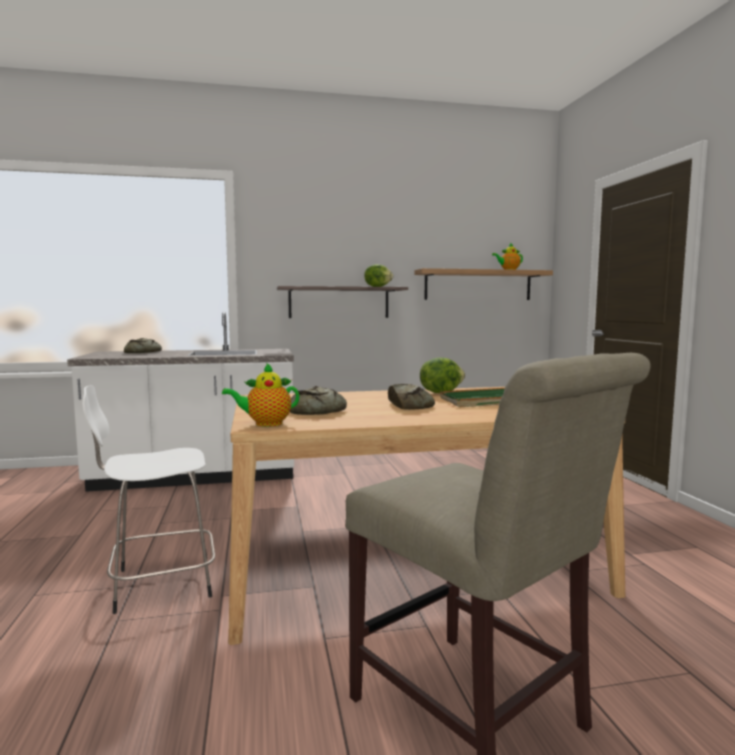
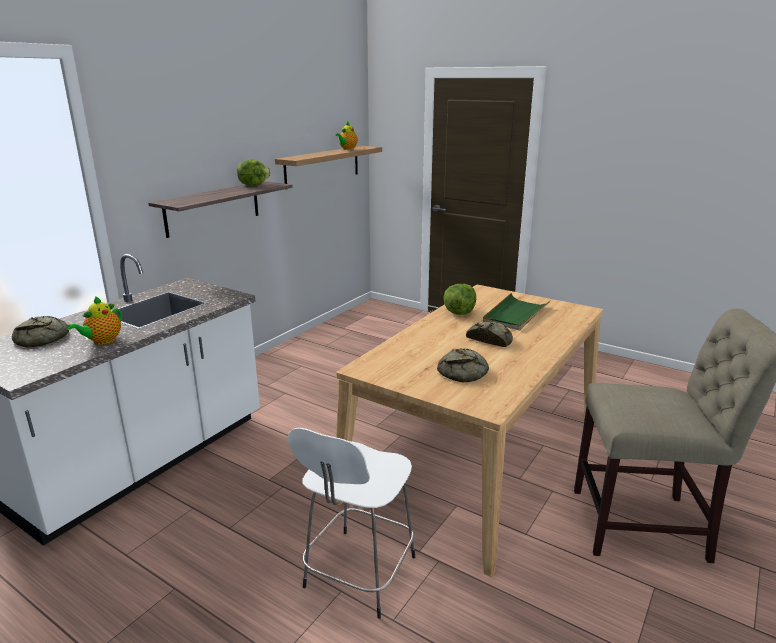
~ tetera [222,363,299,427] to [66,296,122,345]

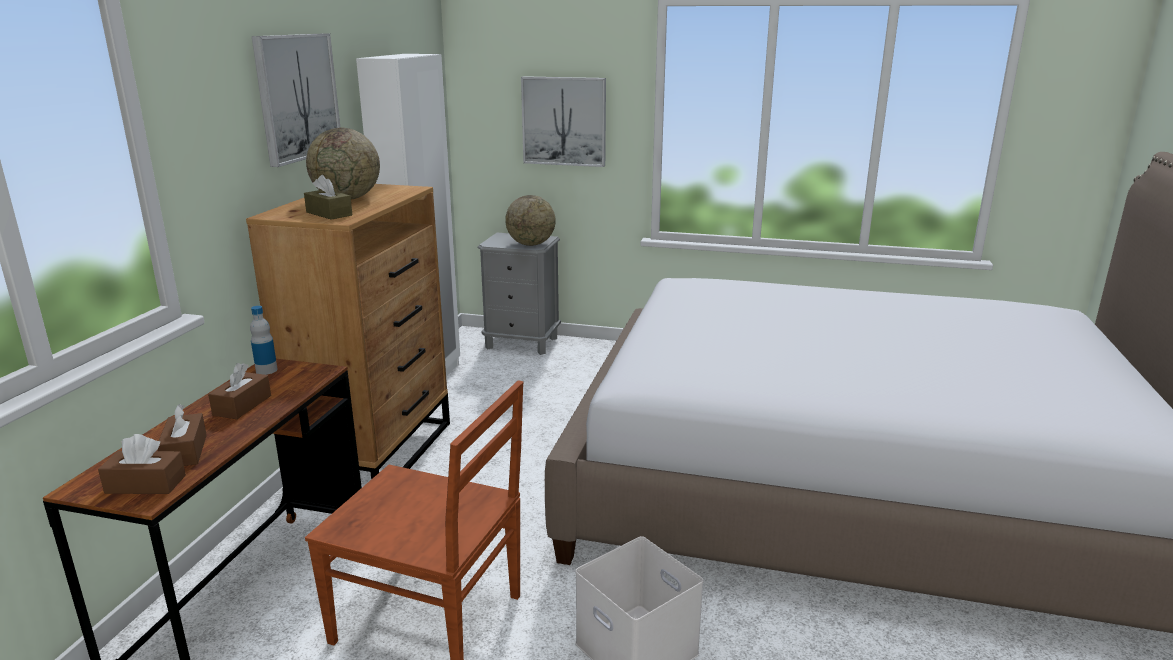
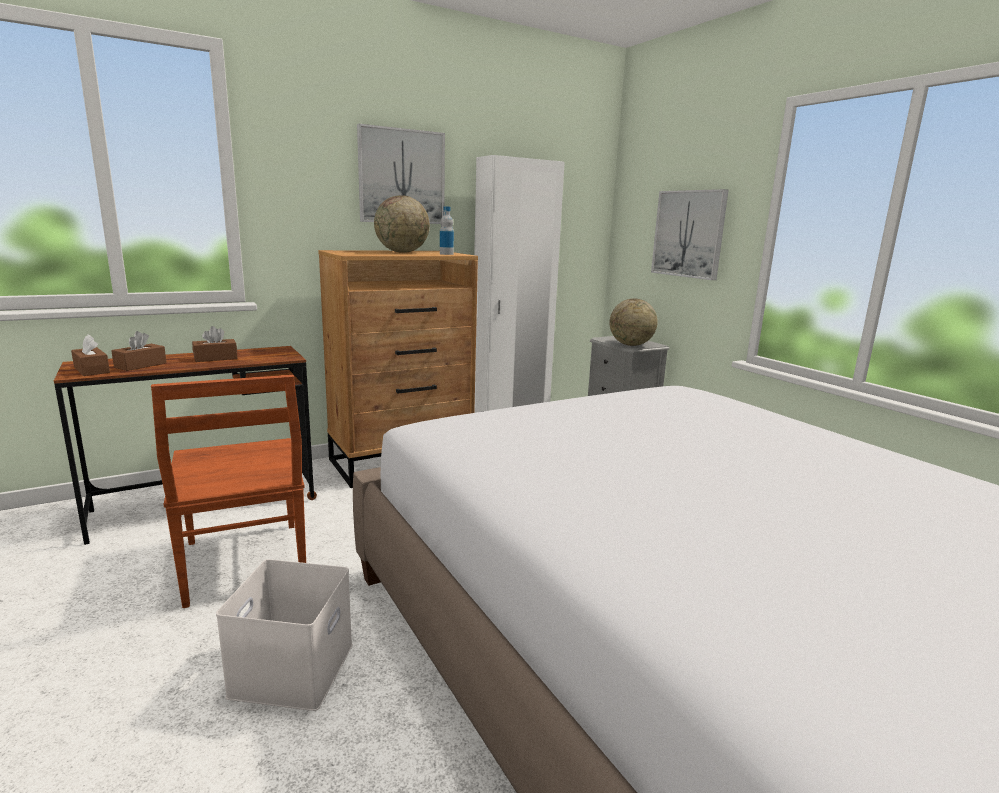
- caja de pañuelos/marrón [304,175,352,220]
~ botella [250,306,278,375] to [440,206,454,255]

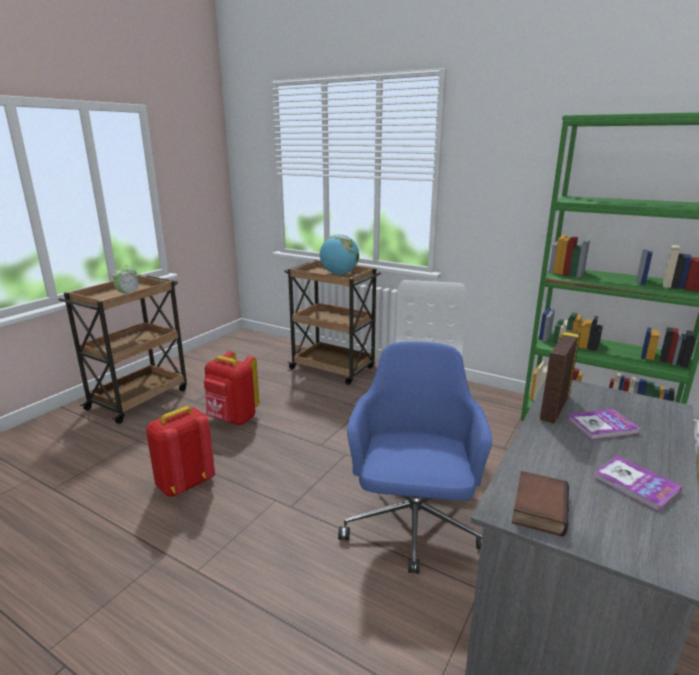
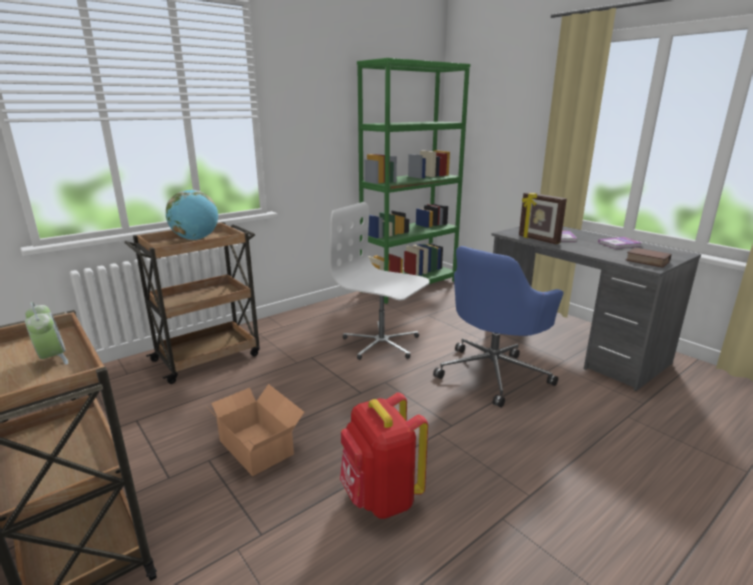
~ silla de oficina/azul [338,341,492,574] = [433,246,564,408] 75 degrees counterclockwise
~ mochila/rojo [204,351,259,425] to caja de cartón [206,384,304,476]

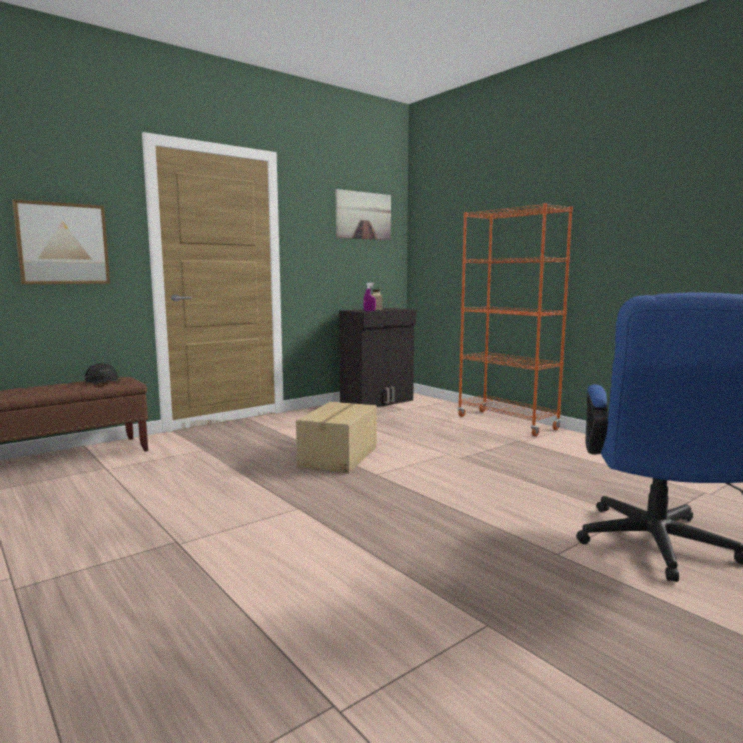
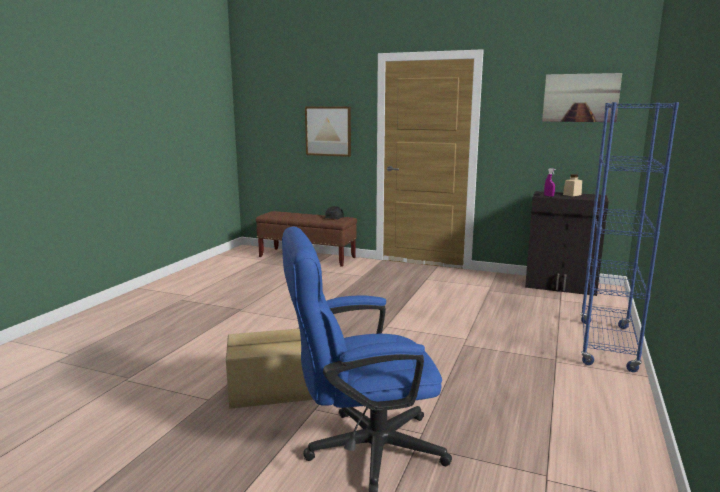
~ estantería/naranja [458,203,573,436] to estantería/azul [580,102,679,372]
~ caja de cartón [296,402,377,473] to [226,329,313,409]

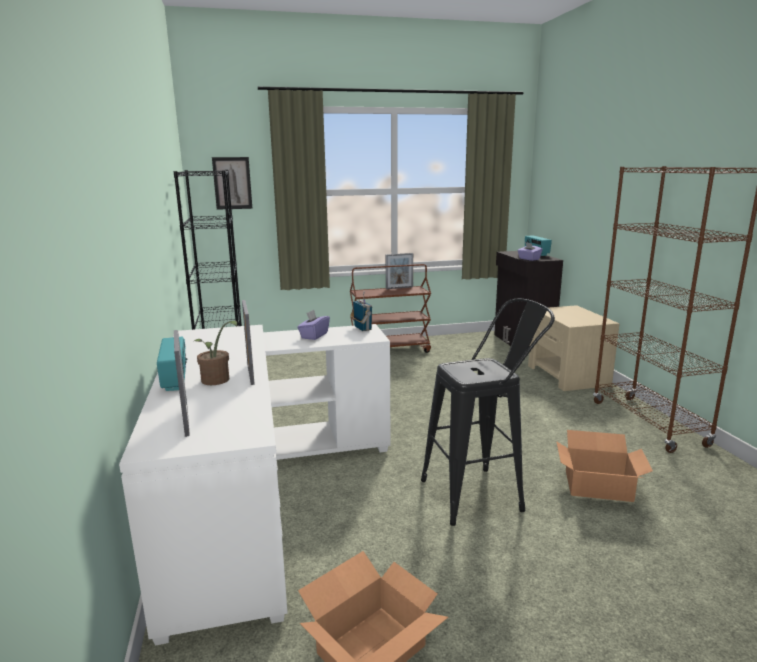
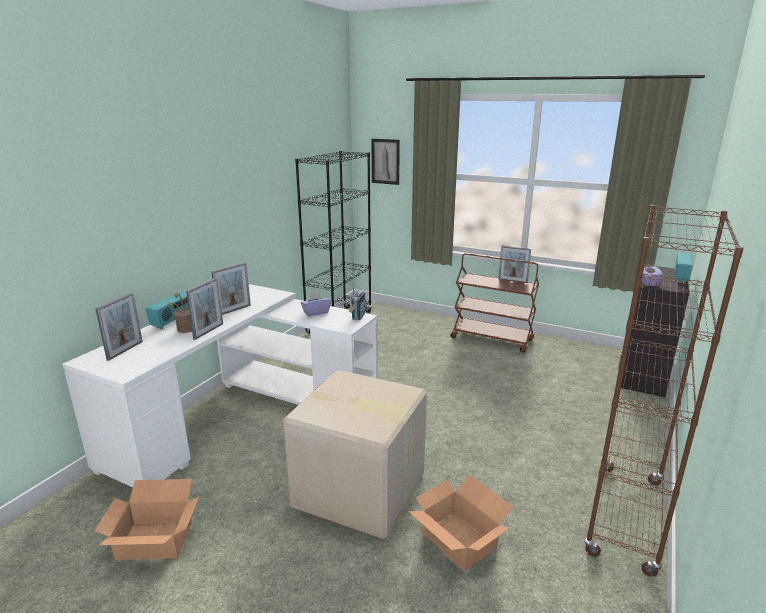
~ taburete/negro [421,299,555,526] to caja de cartón [283,370,427,539]
- mesita de noche/beis [528,305,620,391]
+ portarretratos [211,262,251,315]

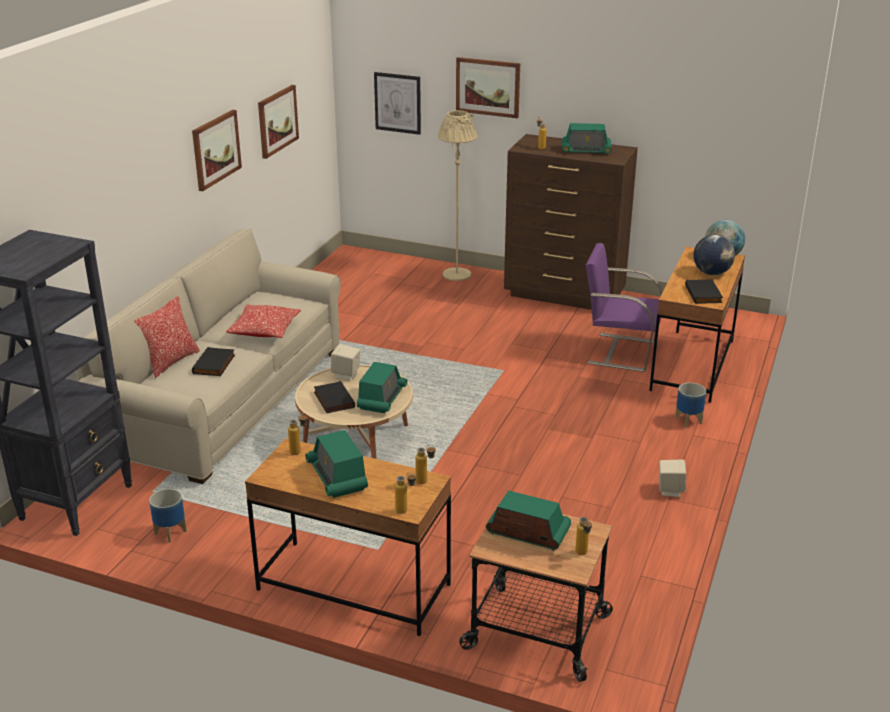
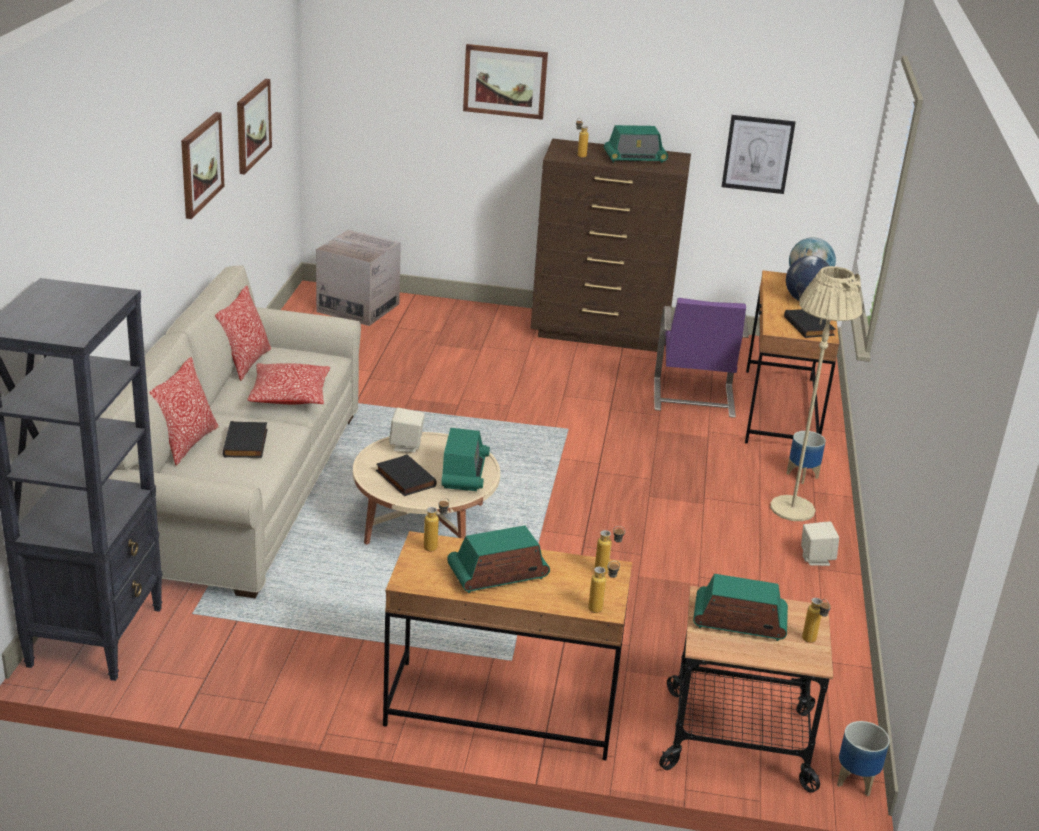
~ cuadro [374,72,421,135] to [722,115,796,194]
~ lámpara de pie/beis [438,110,477,281] to [770,266,863,521]
~ silla/morado [586,243,663,372] = [654,298,749,418] 90 degrees counterclockwise
~ radio [305,430,368,498] = [447,525,550,593] 105 degrees clockwise
~ maceta [149,489,187,543] to [837,721,890,796]
+ caja de cartón [316,230,401,326]
+ cojín [215,286,271,381]

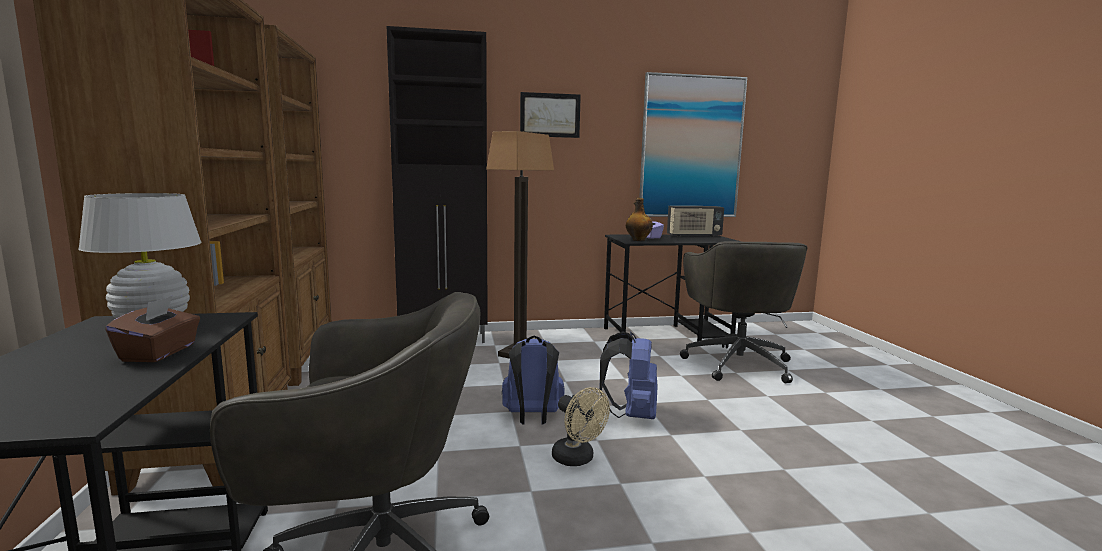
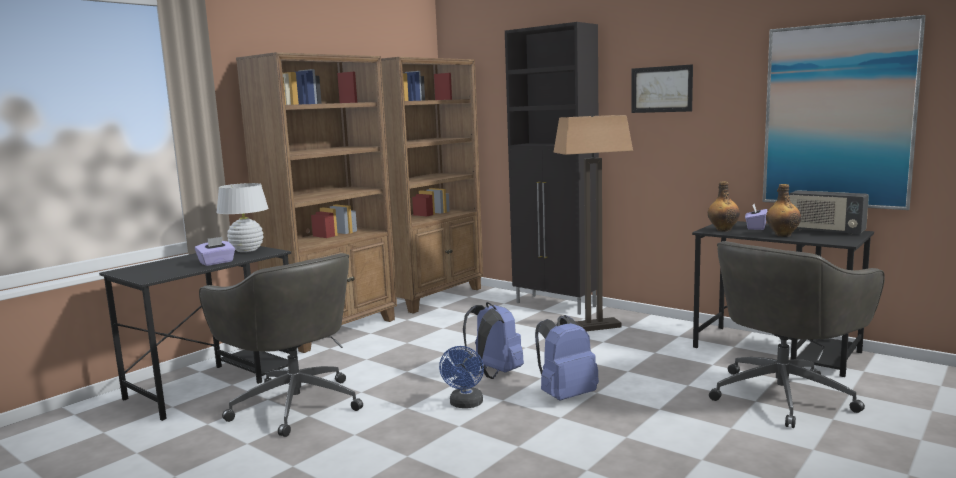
~ caja de pañuelos/marrón [105,295,200,362] to caja de pañuelos/morado [195,237,235,266]
~ ventilador/beis [552,387,610,466] to ventilador/azul [439,346,484,408]
+ botella [766,184,801,237]

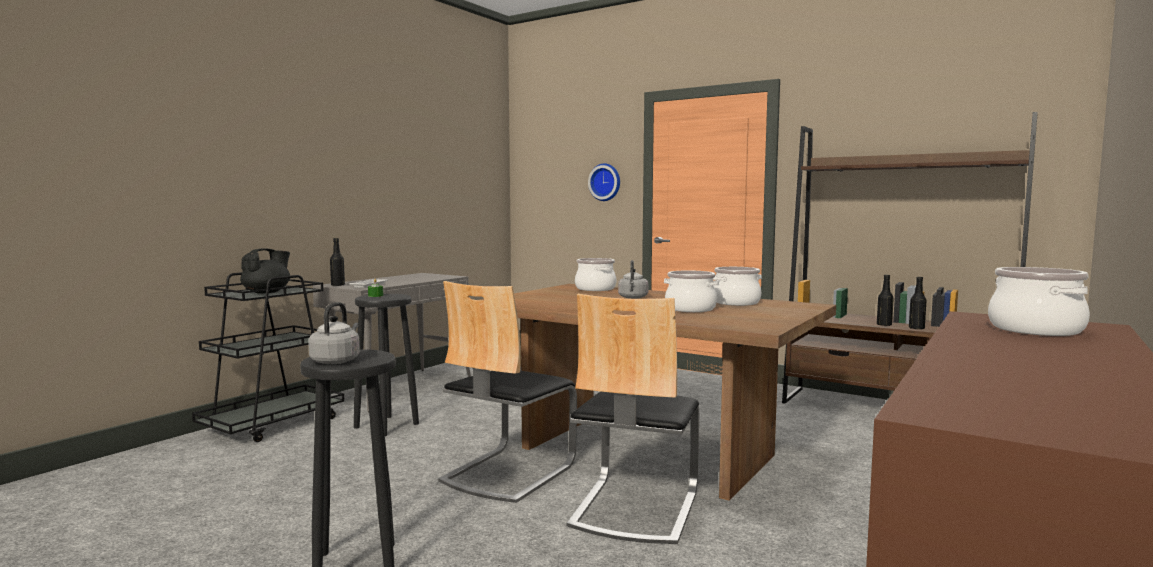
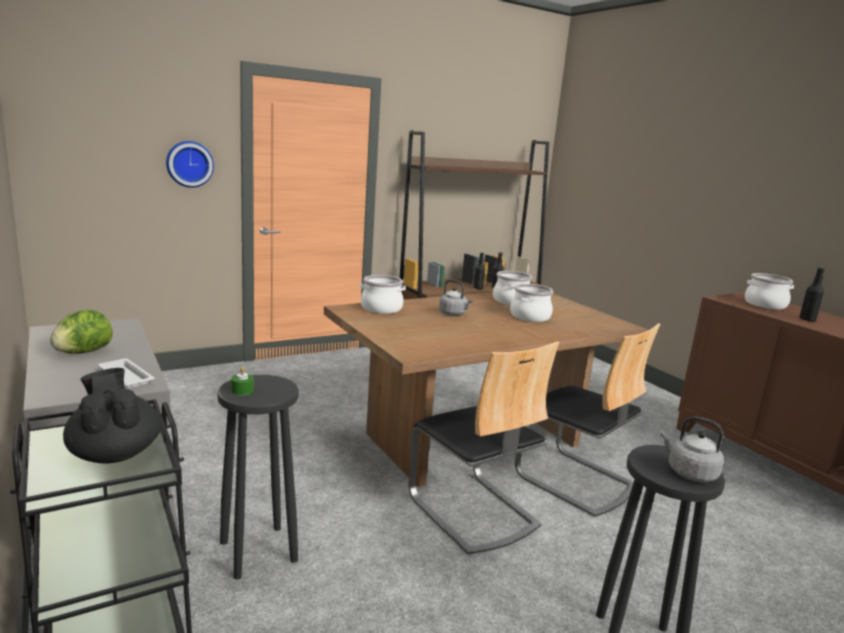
~ botella/negro [330,238,345,286] to [799,267,825,322]
+ lechuga [50,310,113,354]

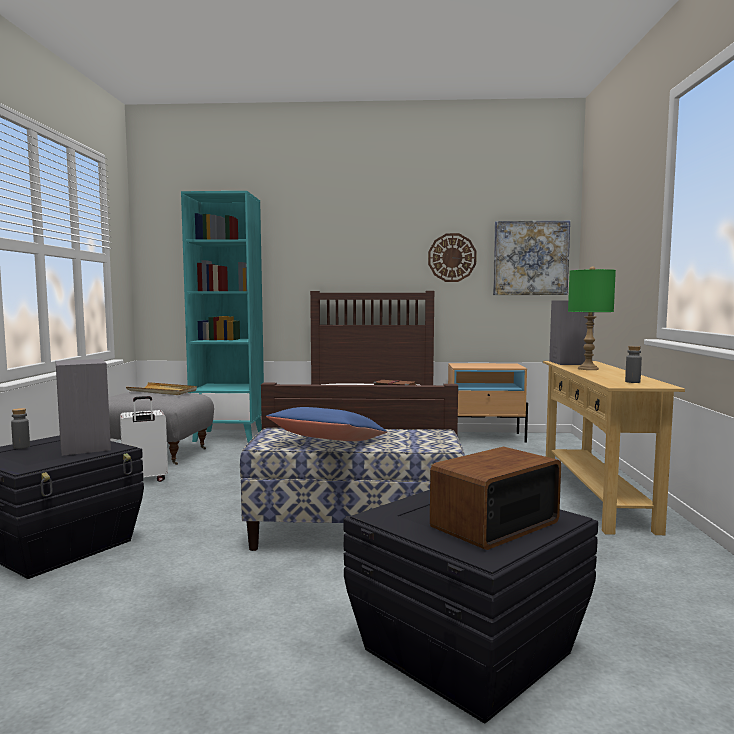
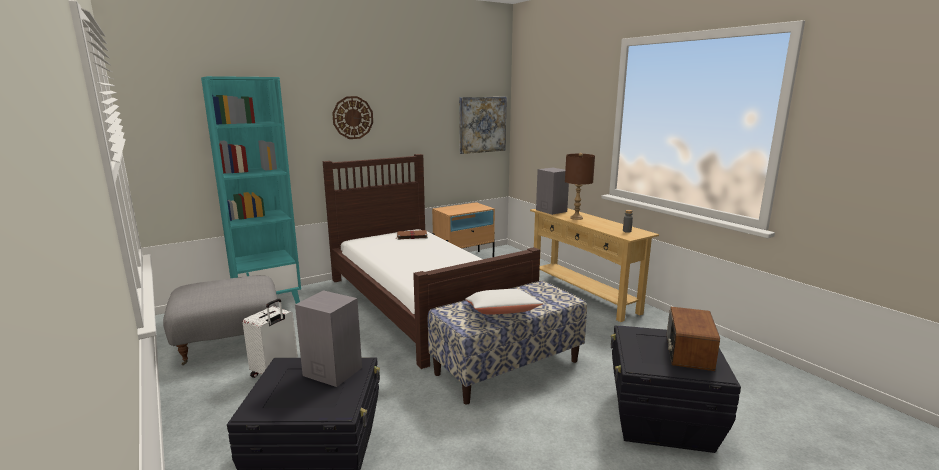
~ reloj de pared [428,233,477,282] to [332,96,373,139]
~ lámpara de mesa/verde [568,266,616,370] to lámpara de mesa/marrón [565,153,595,220]
- bandeja/beis [126,382,197,395]
~ cojín/azul [266,407,388,441] to cojín/blanco [465,289,543,315]
- botella/gris [11,408,30,449]

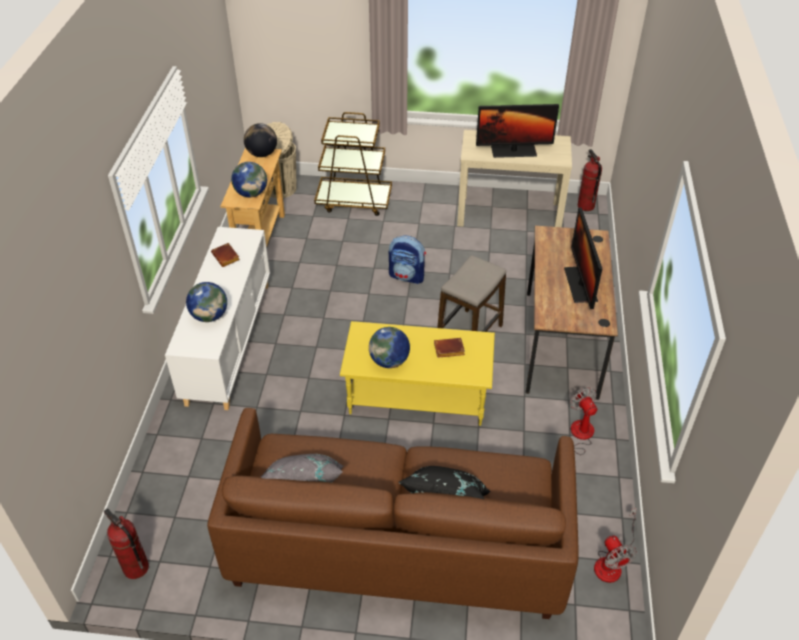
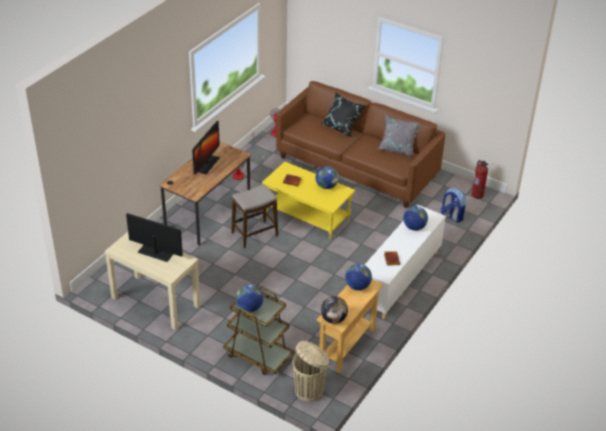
- extintor [578,149,602,211]
~ mochila [389,236,426,284] to [441,188,466,223]
+ globo terráqueo [236,285,263,312]

